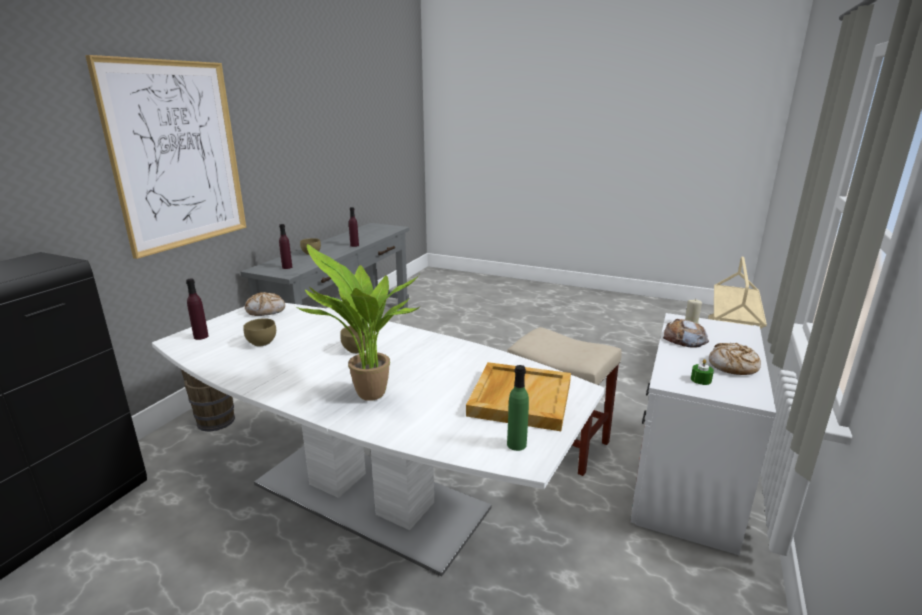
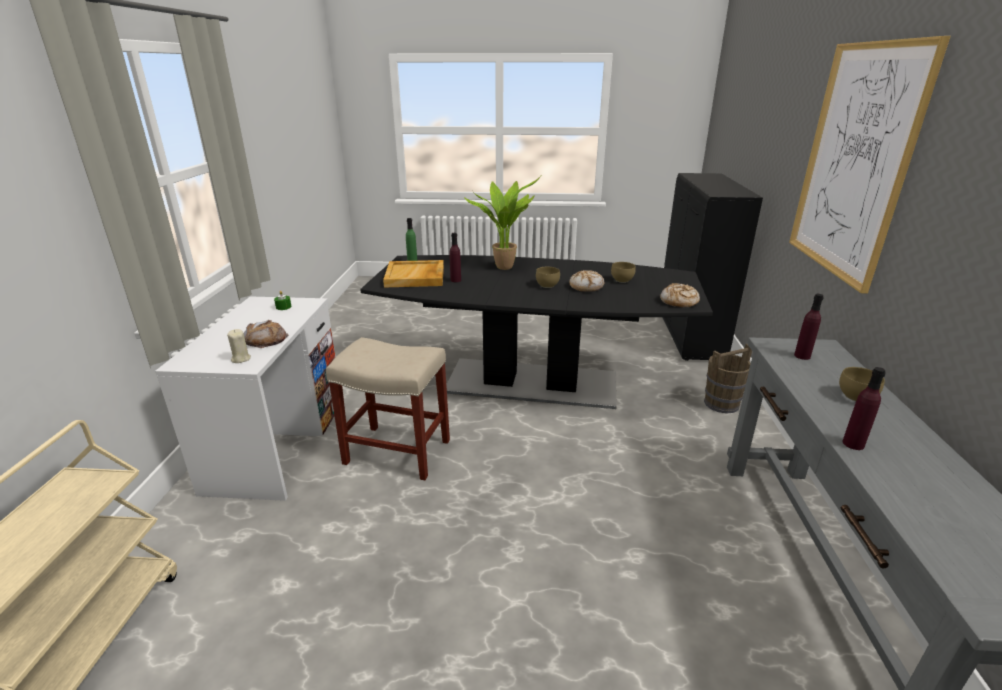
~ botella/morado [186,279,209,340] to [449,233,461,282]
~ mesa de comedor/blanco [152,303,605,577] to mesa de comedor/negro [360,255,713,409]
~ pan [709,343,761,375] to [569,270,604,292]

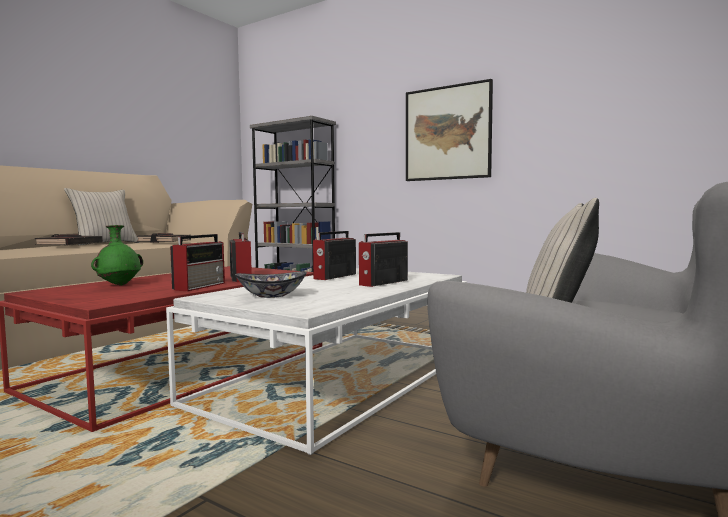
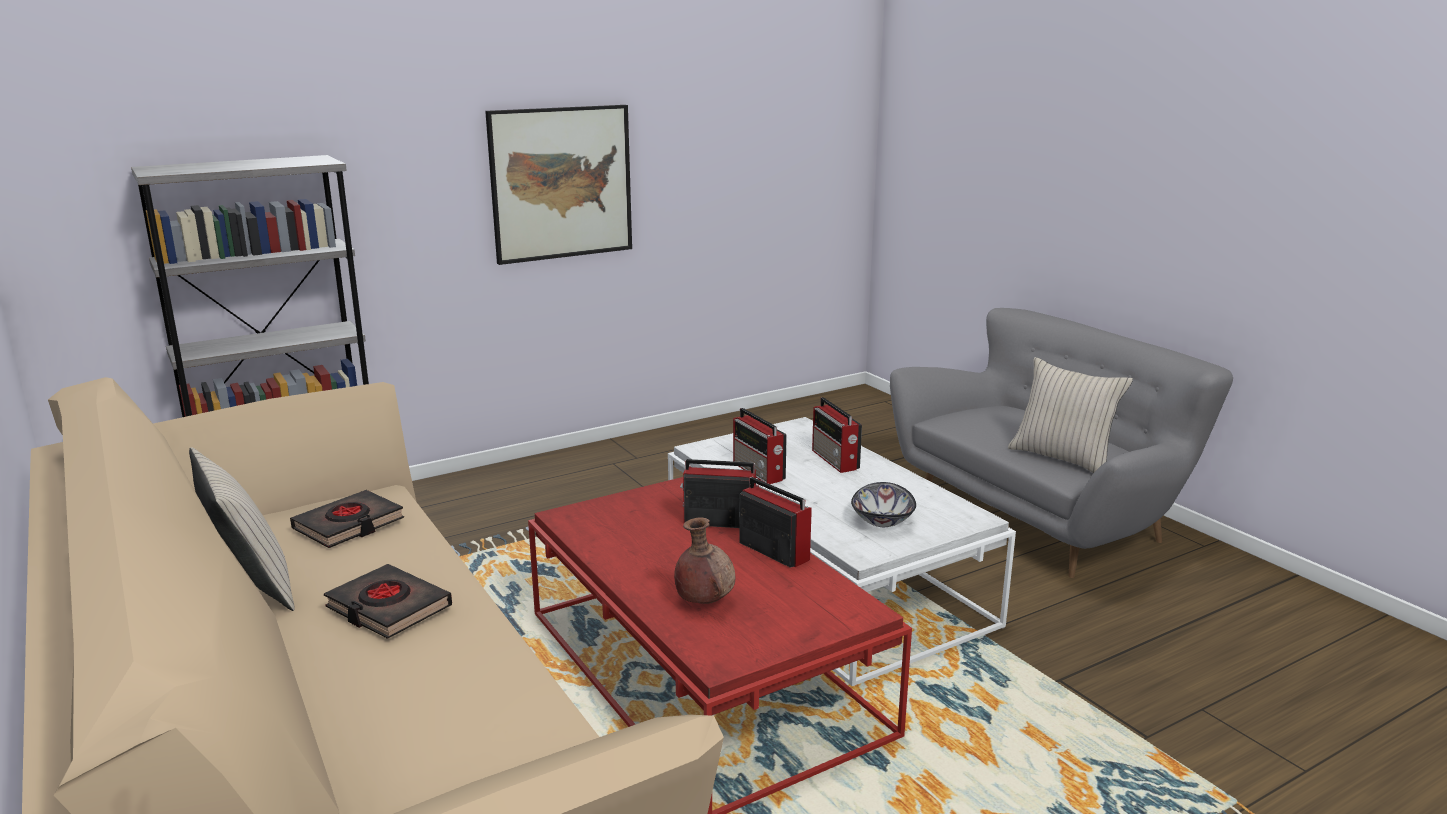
~ florero/verde [91,225,143,285] to florero/marrón [674,517,735,604]

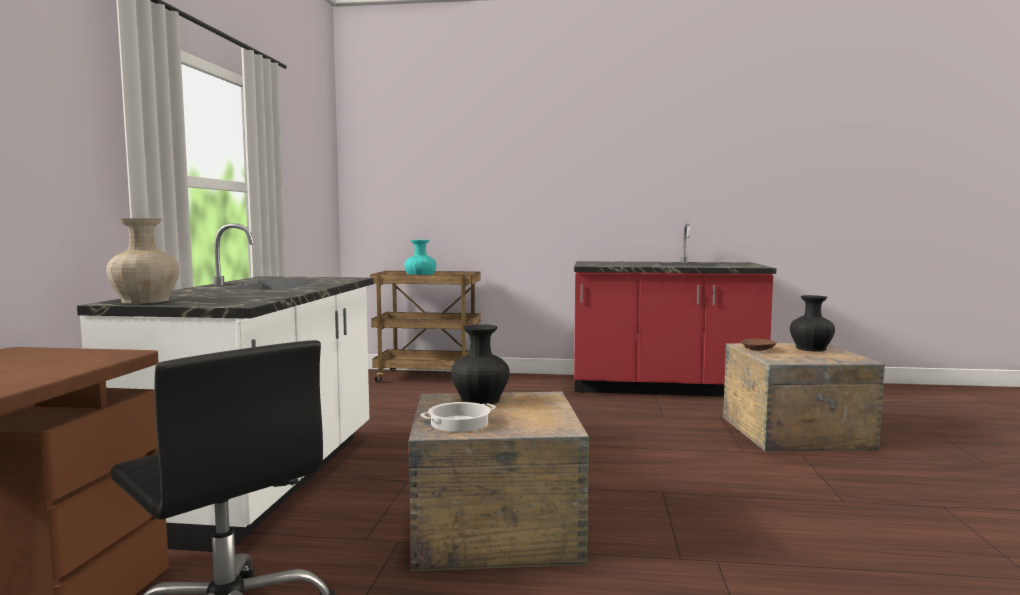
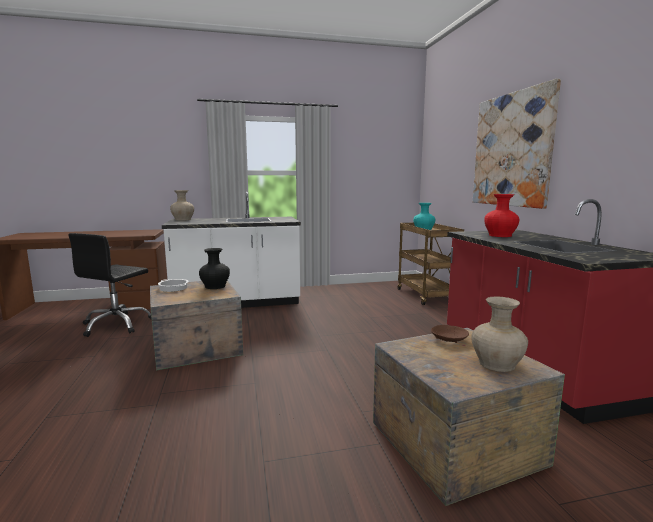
~ florero/negro [790,295,835,352] to florero/beis [471,296,528,372]
+ cuadro [473,79,561,209]
+ florero/rojo [484,194,519,237]

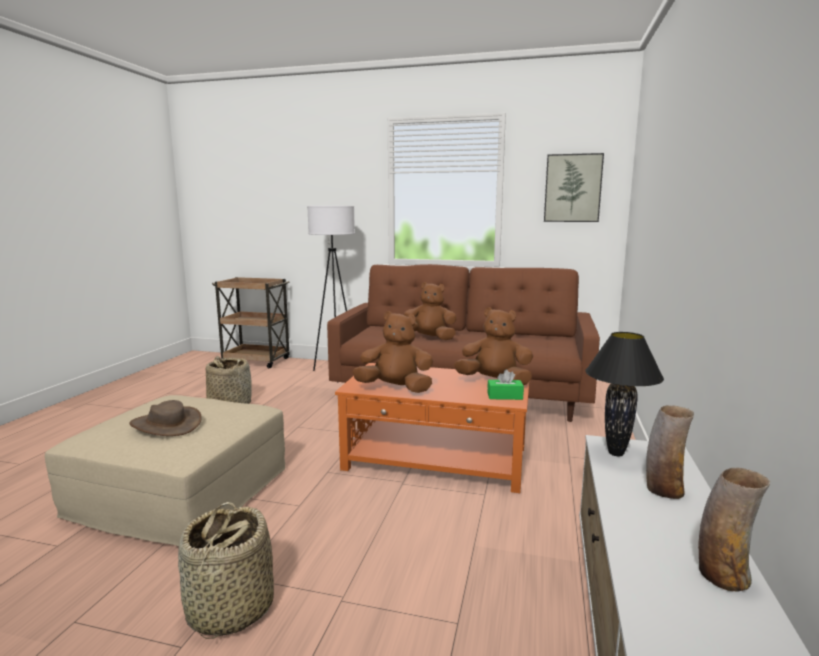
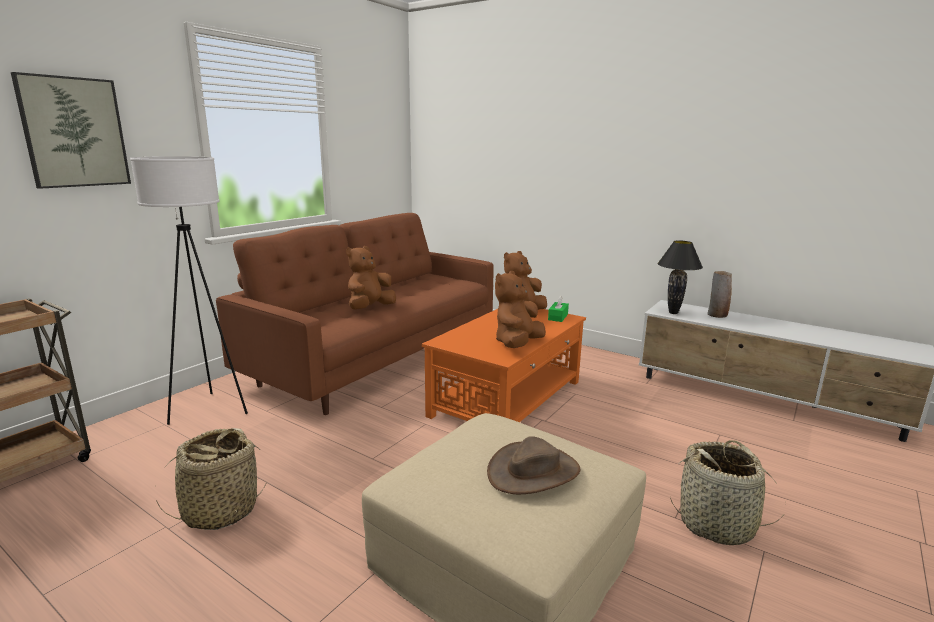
~ cuadro [544,153,604,222] to [11,72,131,189]
- florero [698,468,770,592]

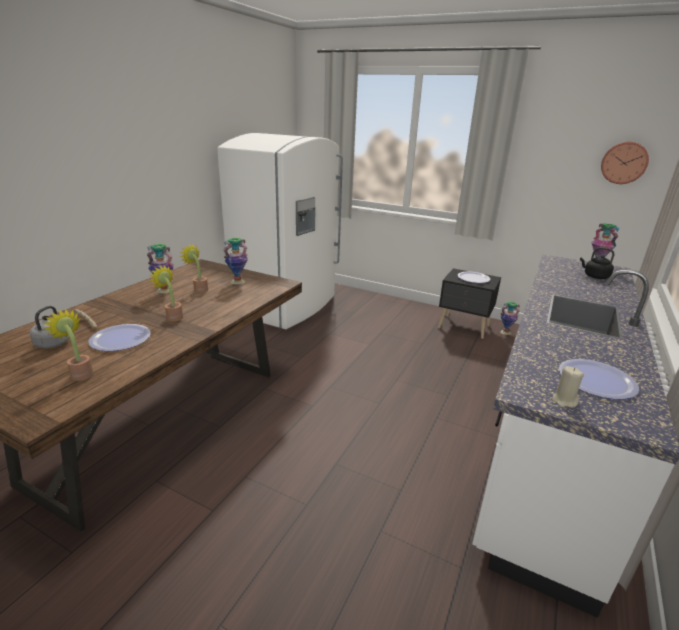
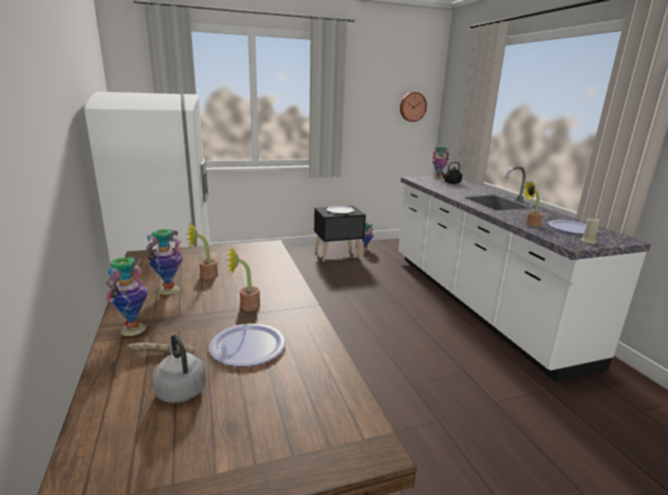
~ florero [224,238,248,285] to [106,257,148,336]
~ planta en maceta [44,309,94,381] to [523,180,543,227]

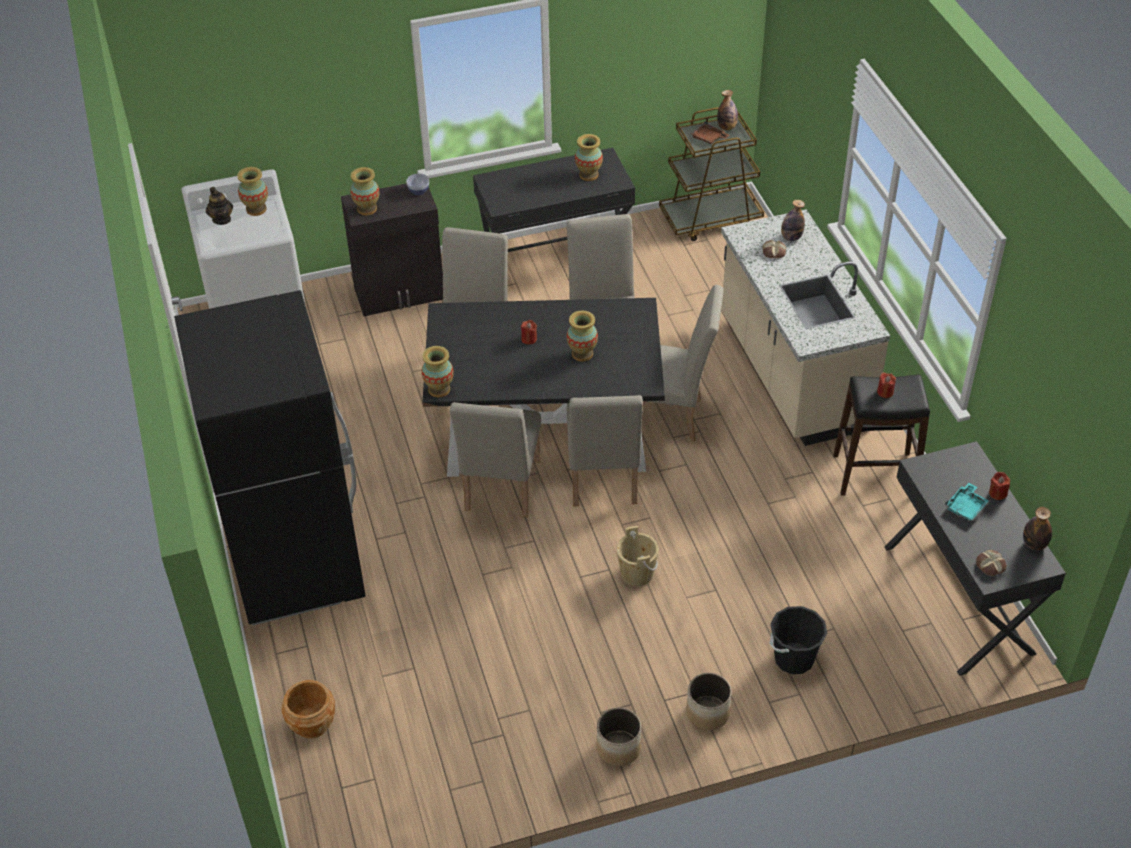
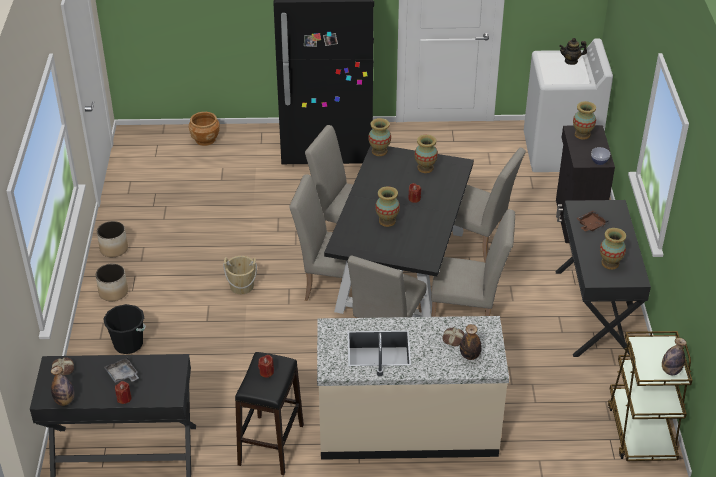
~ bandeja/marrón [691,121,729,144] to [576,210,609,232]
~ florero [237,167,268,216] to [415,135,438,173]
~ bandeja/turquesa [945,483,989,520] to bandeja/gris [104,356,139,383]

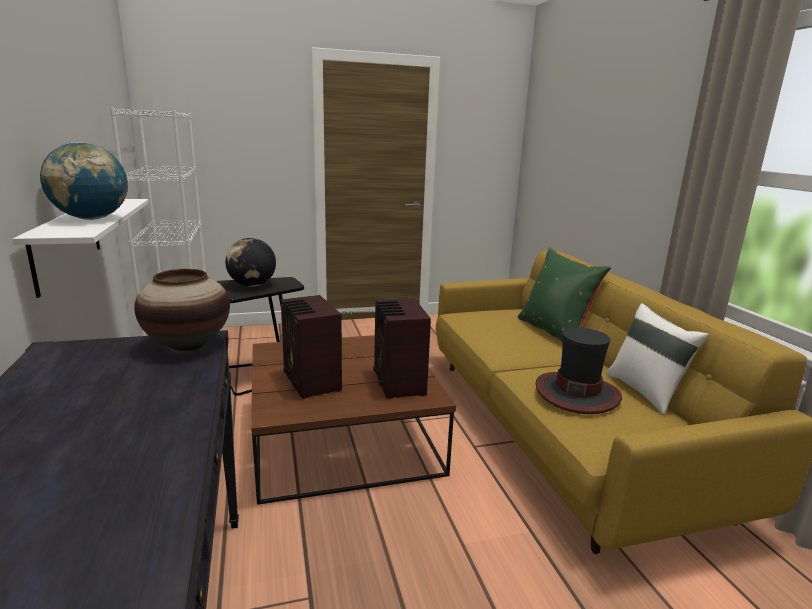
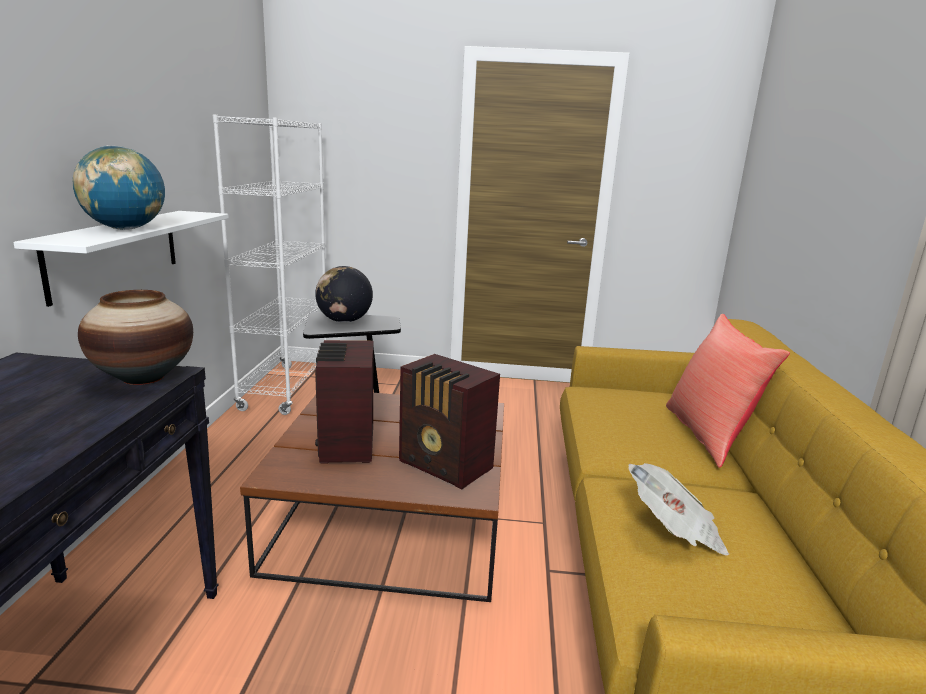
~ cojín/verde [518,247,611,342] to cojín/rojo [666,314,790,468]
~ radio [373,298,431,399] = [399,354,500,489] 60 degrees counterclockwise
- cojín/blanco [606,303,709,415]
~ sombrero [535,328,622,414] to periódico [628,463,729,556]

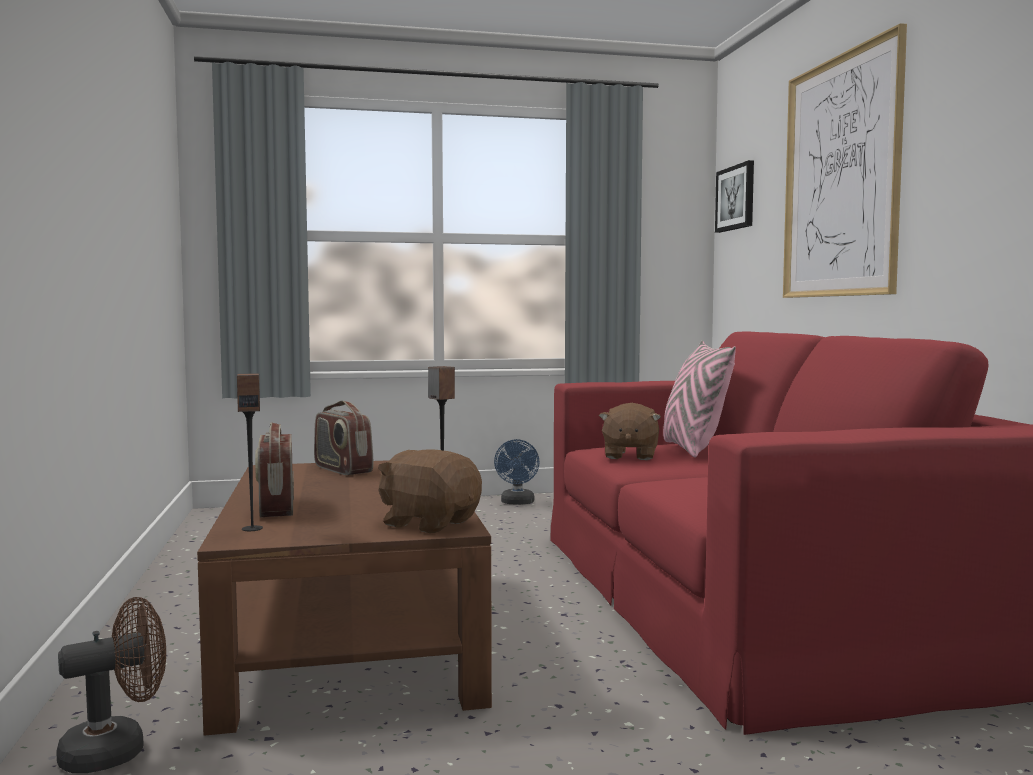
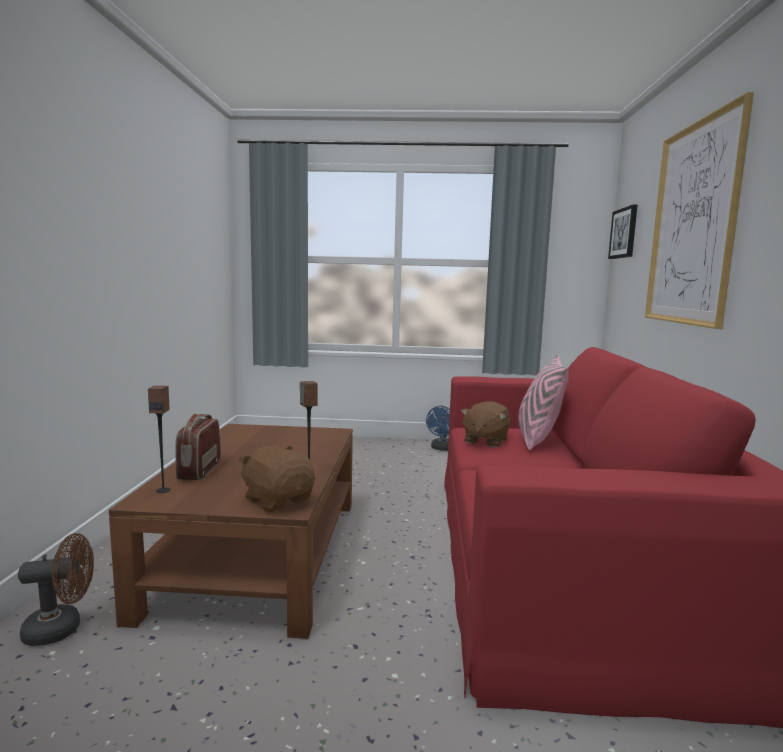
- radio [314,400,373,475]

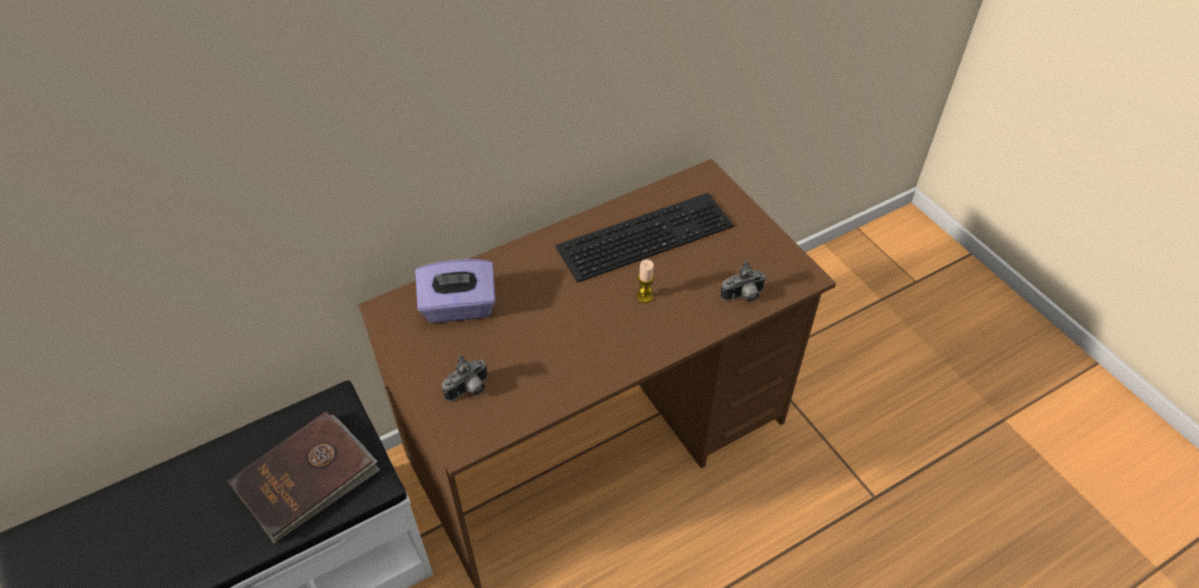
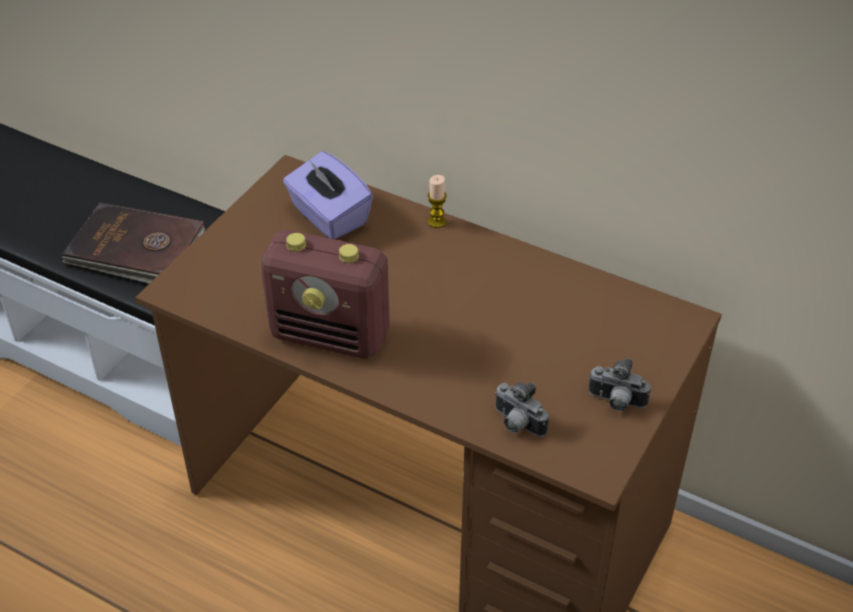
- teclado [555,193,734,283]
~ vela [637,260,655,303] to [428,175,447,228]
~ cámara [442,355,488,401] to [589,358,651,411]
+ radio [260,230,390,359]

